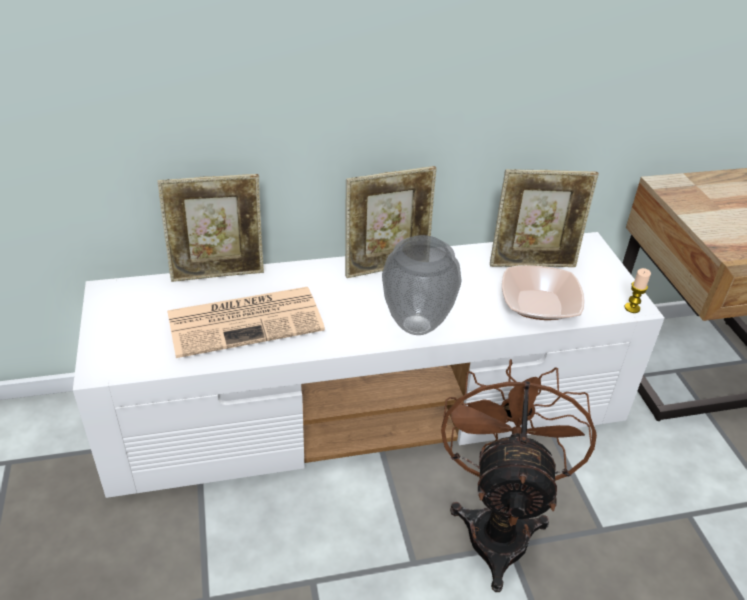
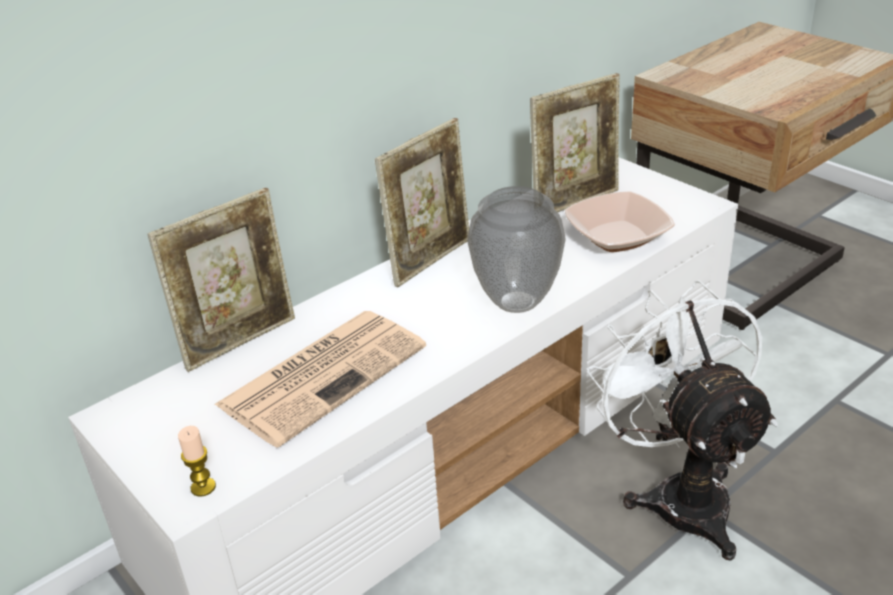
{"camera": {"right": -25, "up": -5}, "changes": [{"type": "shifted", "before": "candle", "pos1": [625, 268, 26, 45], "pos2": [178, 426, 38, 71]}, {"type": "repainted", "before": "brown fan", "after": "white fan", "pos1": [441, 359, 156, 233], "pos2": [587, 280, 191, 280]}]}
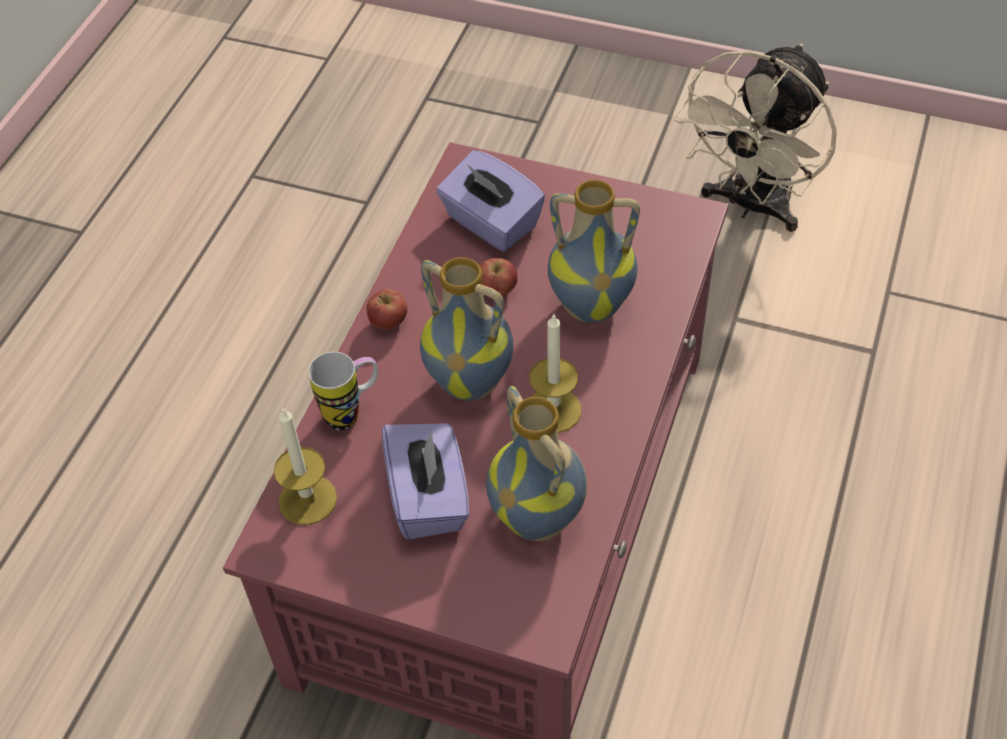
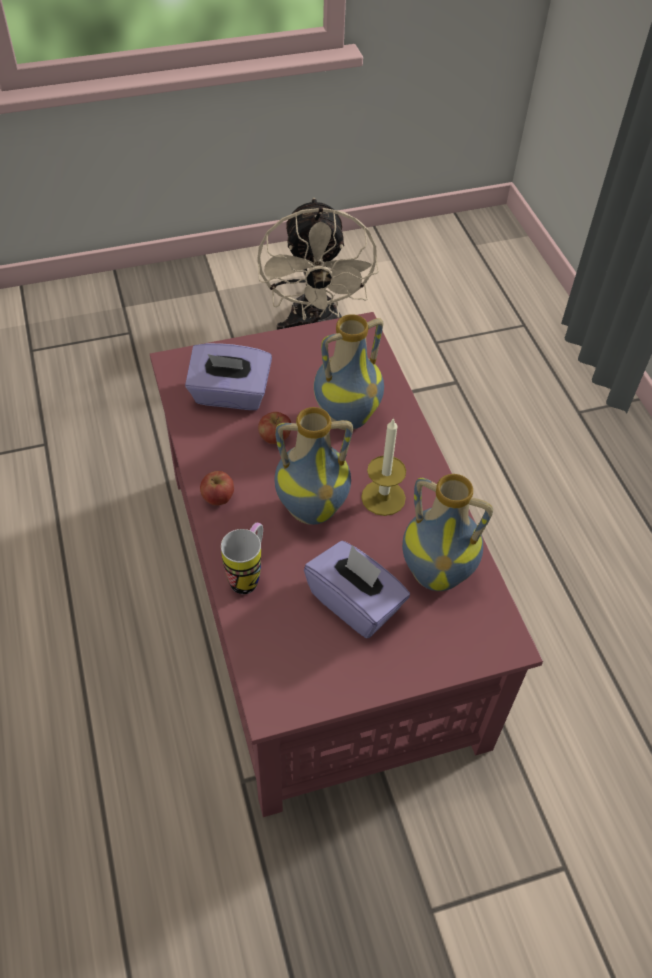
{"camera": {"right": -40, "up": 0}, "changes": [{"type": "gone", "before": "candle", "pos1": [274, 408, 63, 117]}]}
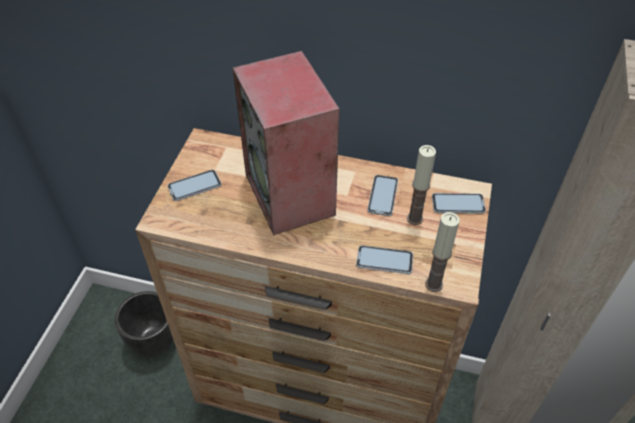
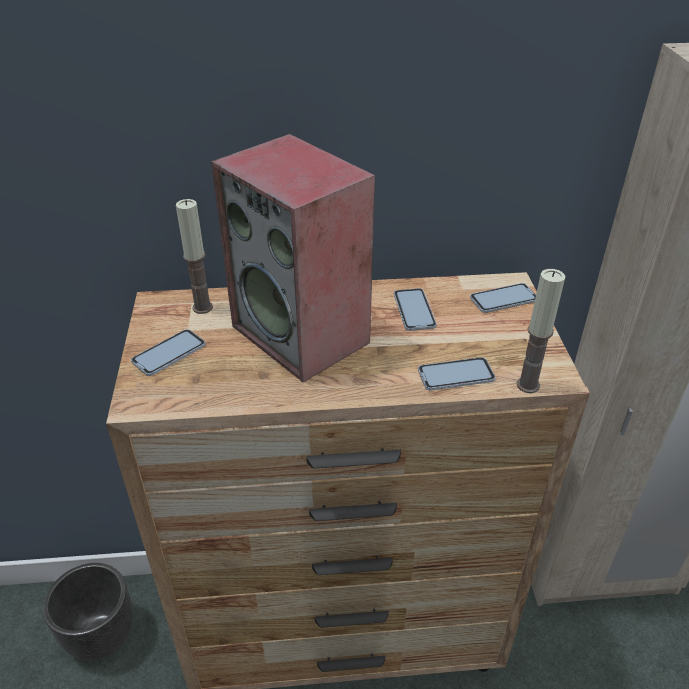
{"camera": {"right": -20, "up": -10}, "changes": [{"type": "shifted", "before": "candle", "pos1": [407, 145, 29, 80], "pos2": [176, 199, 37, 115]}]}
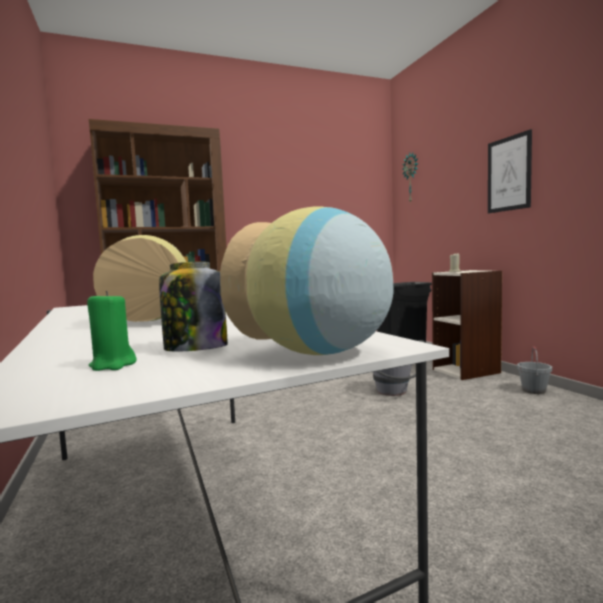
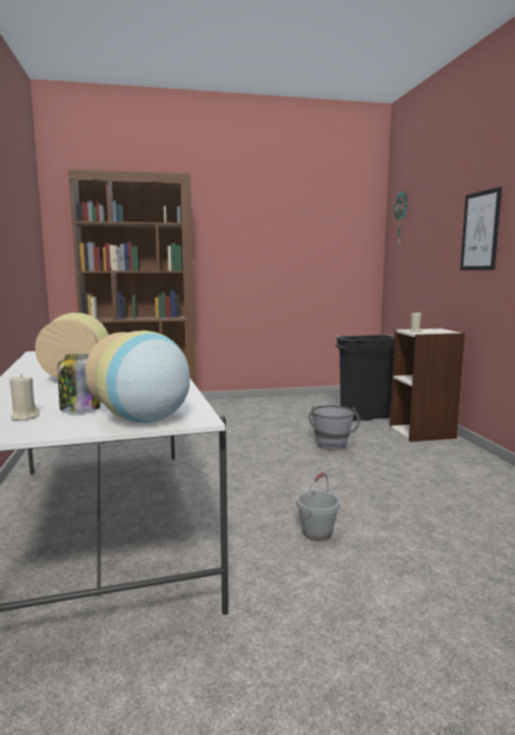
{"camera": {"right": 10, "up": 5}, "changes": [{"type": "repainted", "before": "green candle", "after": "beige candle", "pos1": [87, 291, 49, 80], "pos2": [10, 374, 29, 47]}, {"type": "shifted", "before": "grey bucket", "pos1": [517, 346, 35, 48], "pos2": [296, 472, 44, 69]}]}
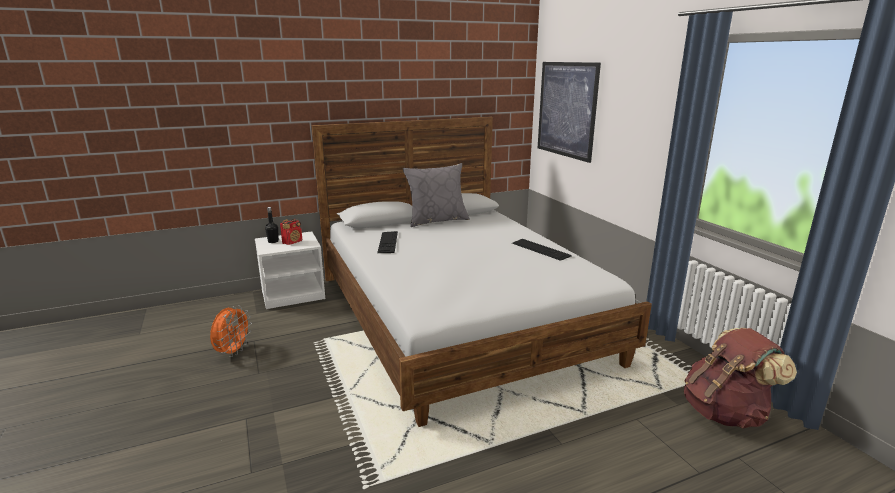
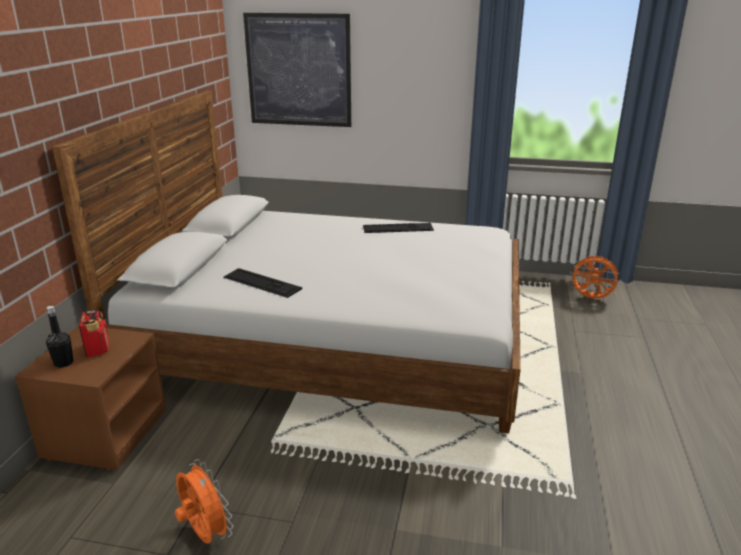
{"camera": {"right": -55, "up": 5}, "changes": [{"type": "gone", "before": "grey pillow", "pos1": [403, 163, 67, 64]}, {"type": "repainted", "before": "white nightstand", "after": "brown nightstand", "pos1": [255, 231, 70, 78], "pos2": [15, 326, 151, 145]}, {"type": "swapped", "before": "brown backpack", "after": "orange fan", "pos1": [684, 328, 113, 100], "pos2": [569, 256, 52, 46]}]}
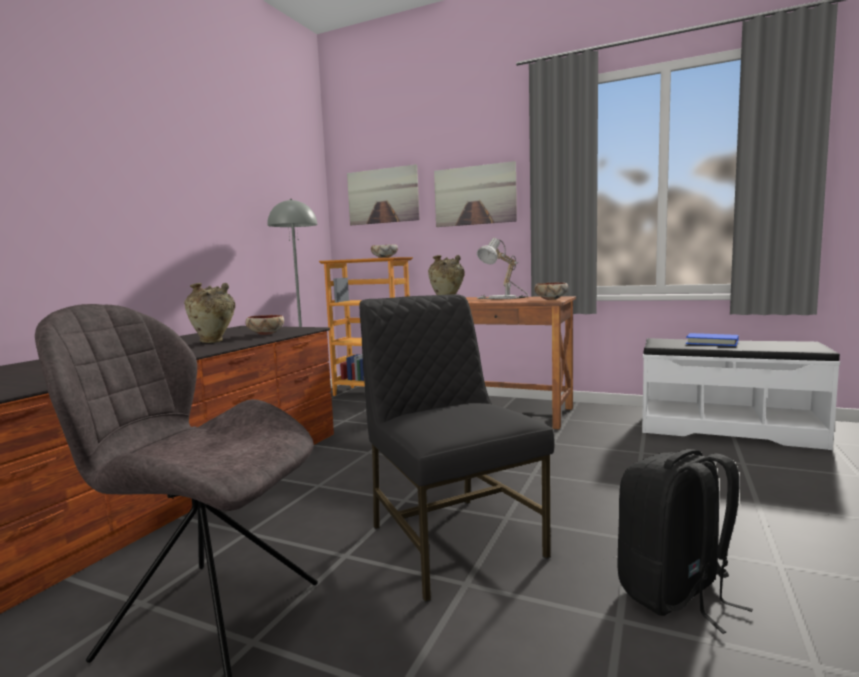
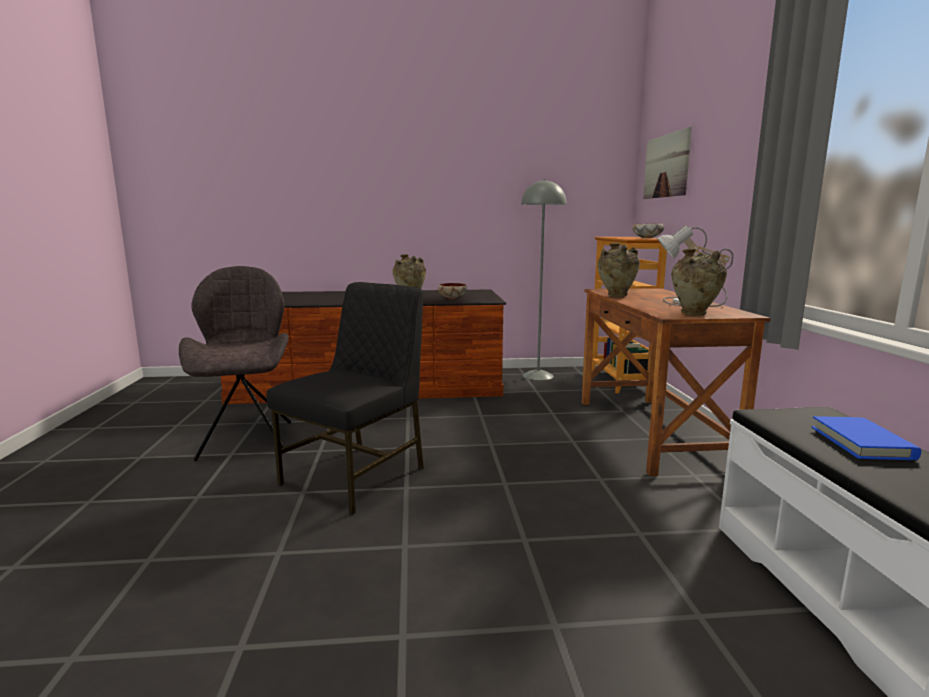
{"camera": {"right": 60, "up": 5}, "changes": [{"type": "gone", "before": "picture", "pos1": [434, 161, 83, 66]}, {"type": "swapped", "before": "bowl", "after": "beige vase", "pos1": [534, 283, 34, 17], "pos2": [671, 248, 56, 67]}, {"type": "gone", "before": "black backpack", "pos1": [618, 449, 135, 185]}]}
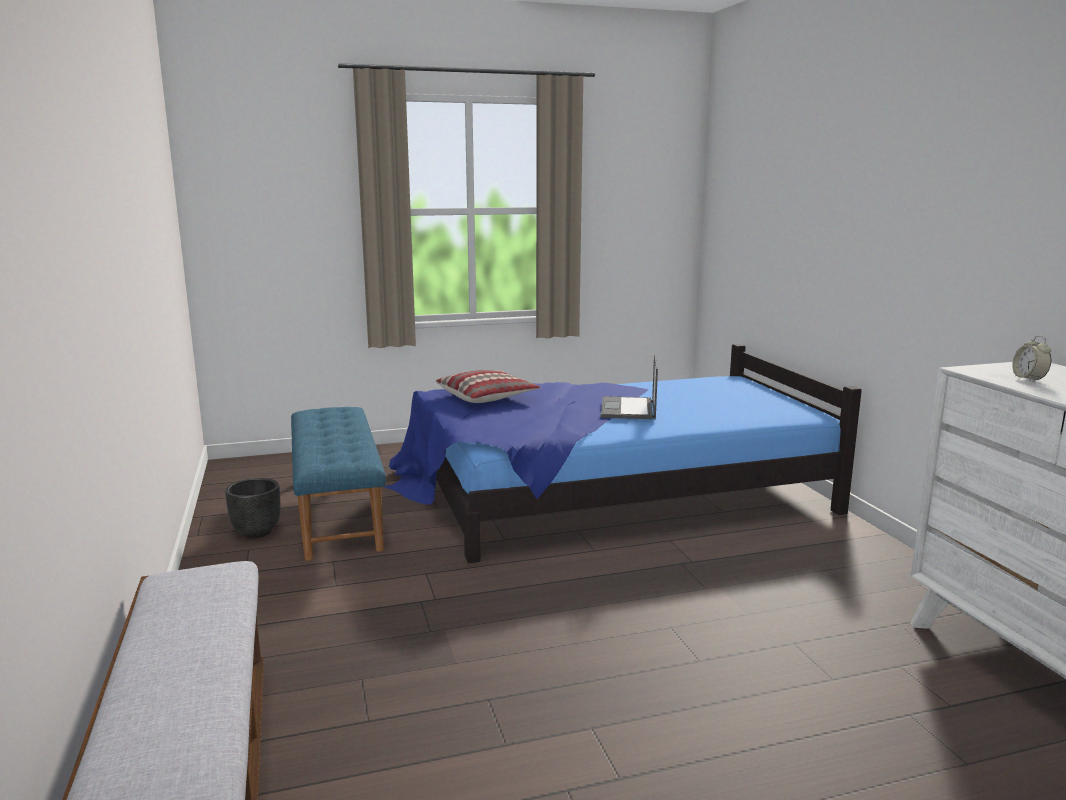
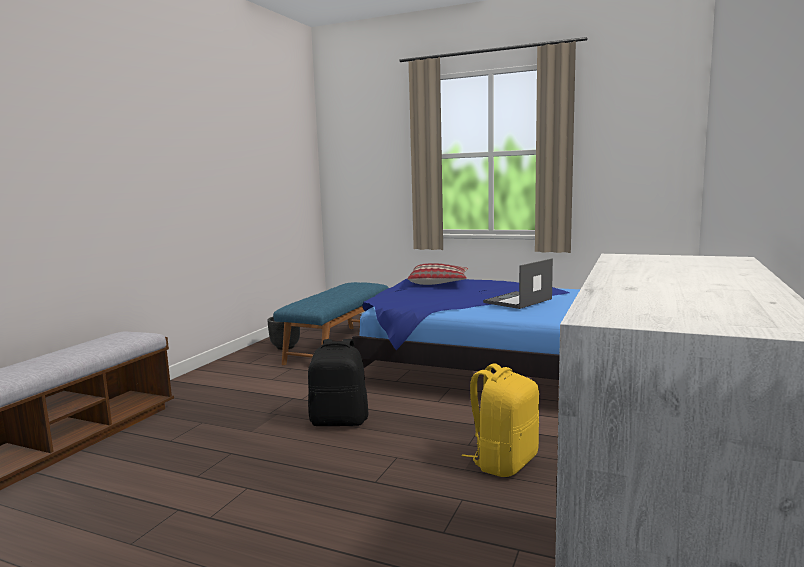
{"camera": {"right": 40, "up": -5}, "changes": [{"type": "gone", "before": "alarm clock", "pos1": [1012, 336, 39, 46]}, {"type": "new", "after": "black backpack", "pos2": [308, 339, 61, 87]}, {"type": "new", "after": "yellow backpack", "pos2": [462, 363, 77, 114]}]}
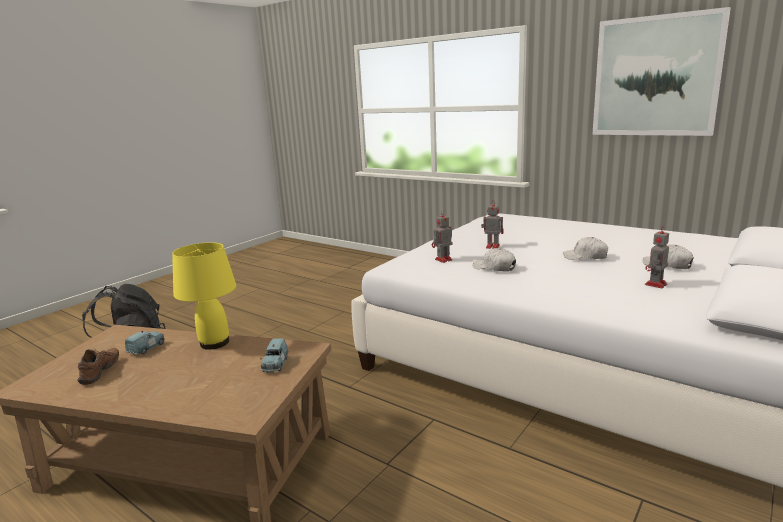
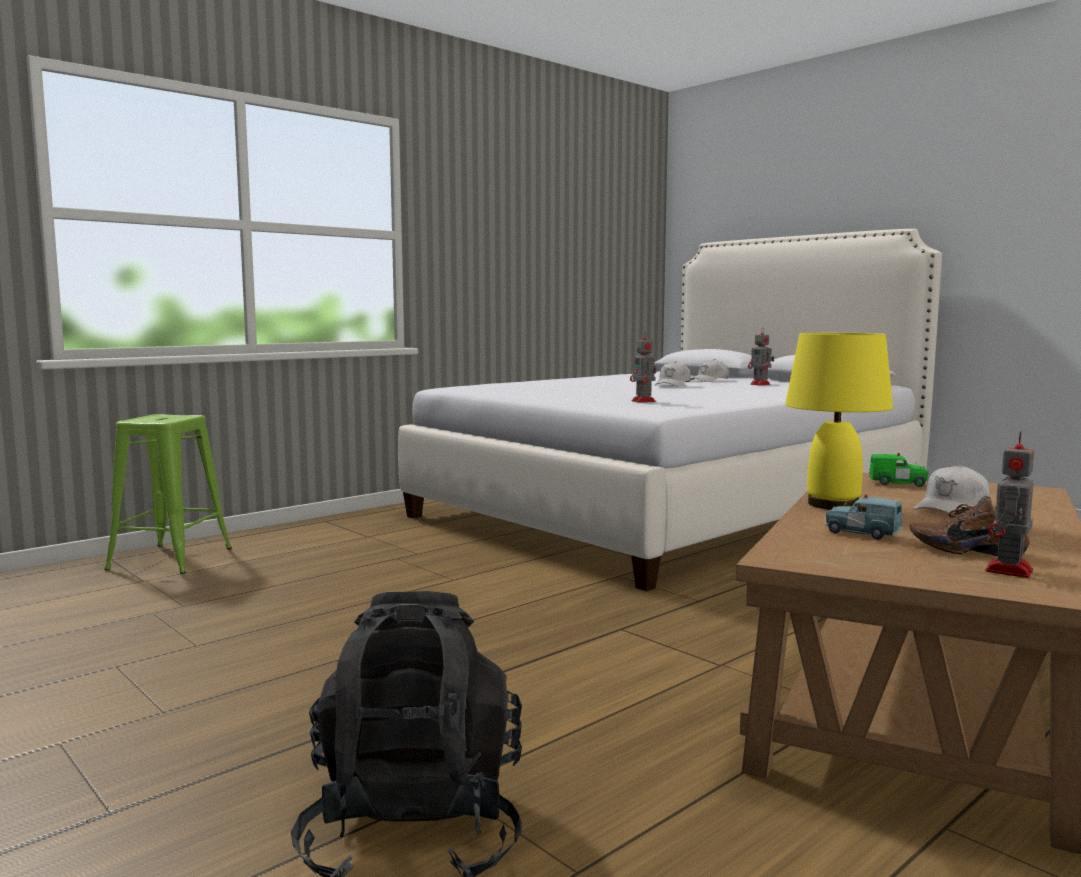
{"camera": {"right": -80, "up": -10}, "changes": [{"type": "gone", "before": "picture", "pos1": [592, 7, 139, 129]}, {"type": "shifted", "before": "toy robot", "pos1": [481, 201, 22, 48], "pos2": [985, 431, 49, 147]}, {"type": "shifted", "before": "white cap", "pos1": [473, 248, 43, 24], "pos2": [914, 465, 76, 49]}, {"type": "repainted", "before": "blue toy car", "after": "green toy car", "pos1": [260, 338, 29, 35], "pos2": [869, 453, 60, 34]}, {"type": "new", "after": "green stool", "pos2": [104, 414, 128, 160]}]}
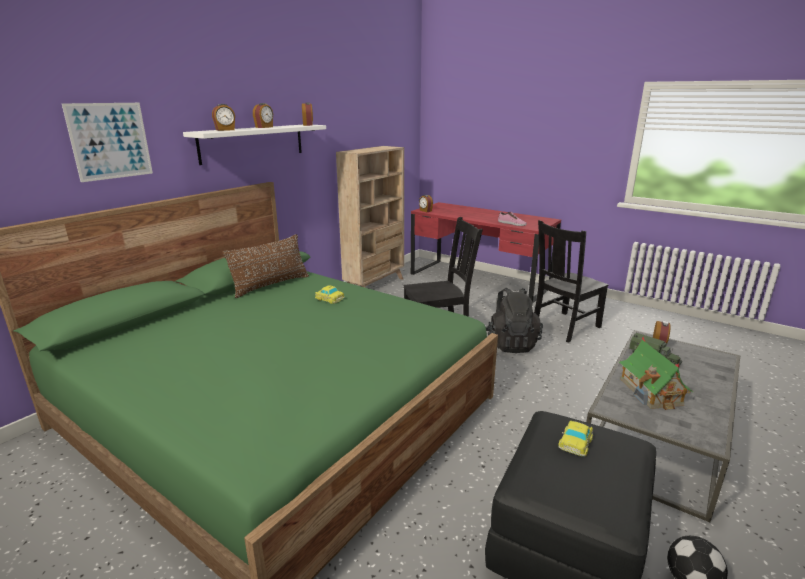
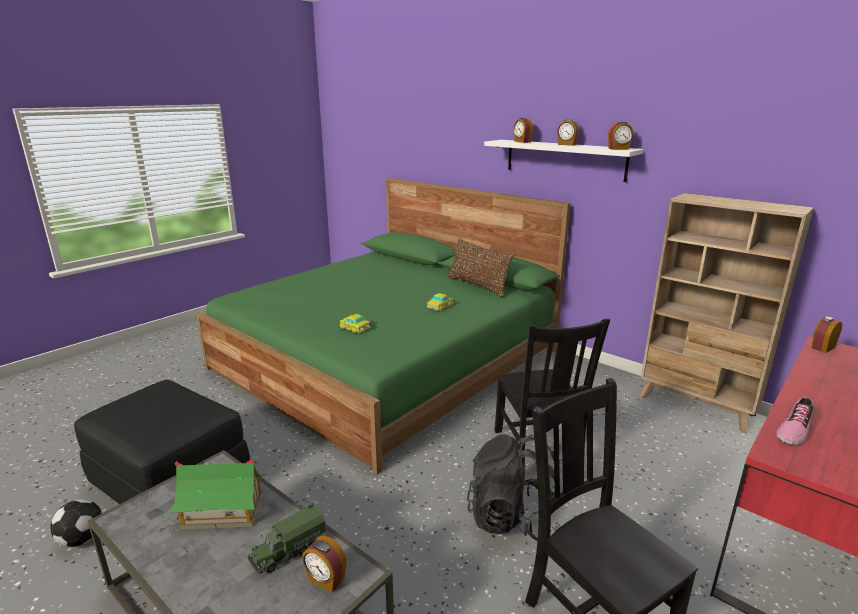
{"camera": {"right": 95, "up": 0}, "changes": [{"type": "gone", "before": "picture", "pos1": [62, 103, 91, 79]}, {"type": "shifted", "before": "toy car", "pos1": [558, 420, 35, 36], "pos2": [339, 314, 32, 19]}]}
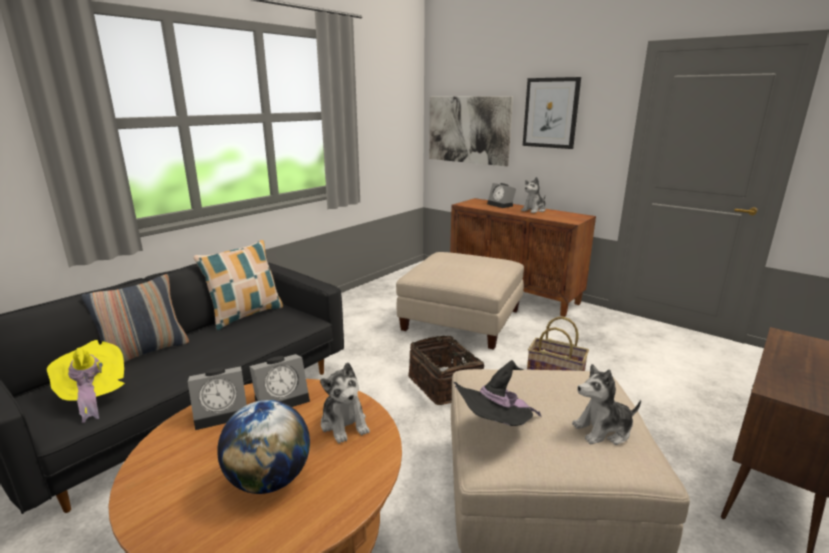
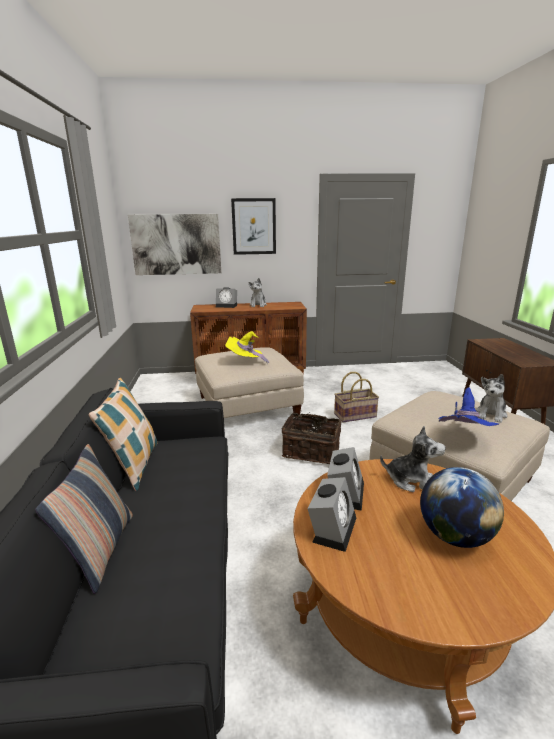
{"camera": {"right": -45, "up": 0}, "changes": [{"type": "shifted", "before": "yellow hat", "pos1": [47, 340, 78, 83], "pos2": [225, 331, 45, 33]}, {"type": "repainted", "before": "black hat", "after": "blue hat", "pos1": [453, 360, 88, 66], "pos2": [438, 387, 61, 39]}]}
